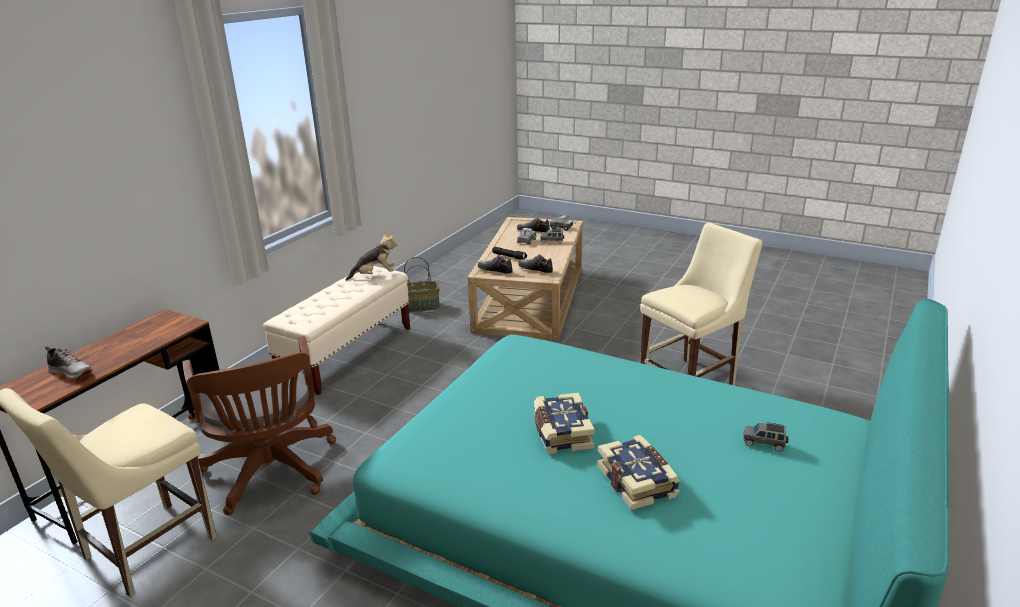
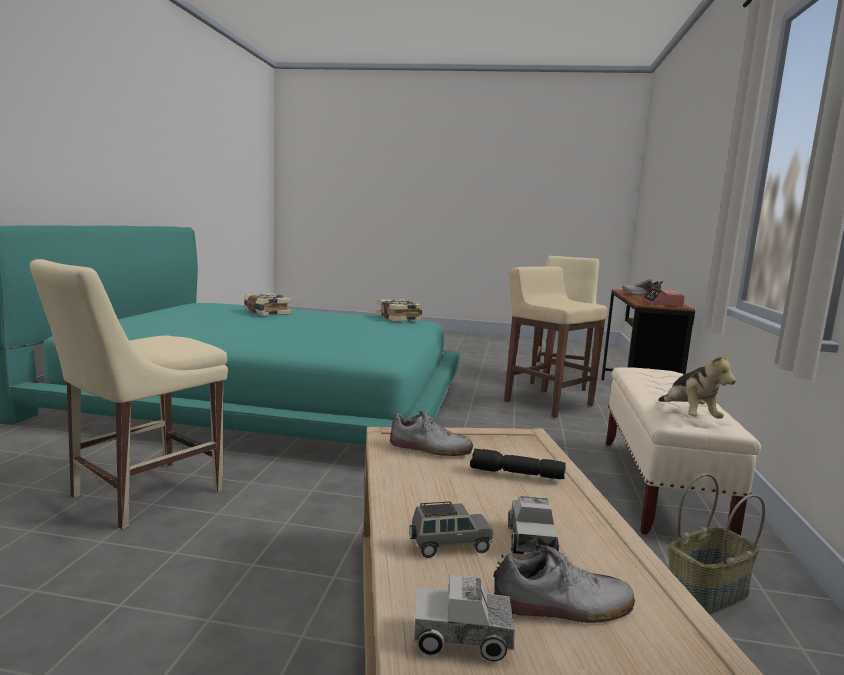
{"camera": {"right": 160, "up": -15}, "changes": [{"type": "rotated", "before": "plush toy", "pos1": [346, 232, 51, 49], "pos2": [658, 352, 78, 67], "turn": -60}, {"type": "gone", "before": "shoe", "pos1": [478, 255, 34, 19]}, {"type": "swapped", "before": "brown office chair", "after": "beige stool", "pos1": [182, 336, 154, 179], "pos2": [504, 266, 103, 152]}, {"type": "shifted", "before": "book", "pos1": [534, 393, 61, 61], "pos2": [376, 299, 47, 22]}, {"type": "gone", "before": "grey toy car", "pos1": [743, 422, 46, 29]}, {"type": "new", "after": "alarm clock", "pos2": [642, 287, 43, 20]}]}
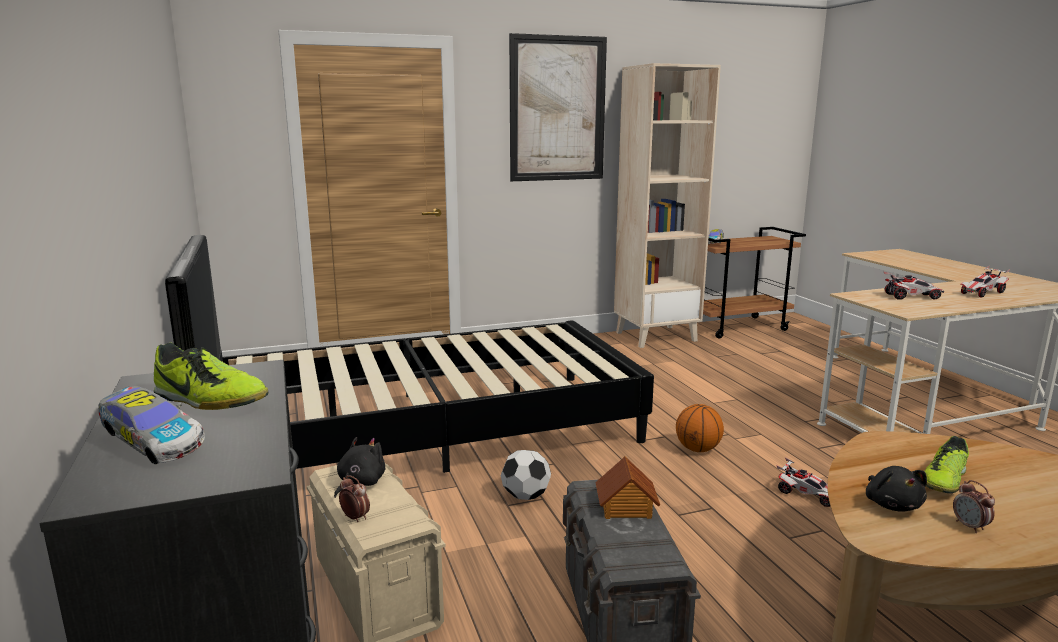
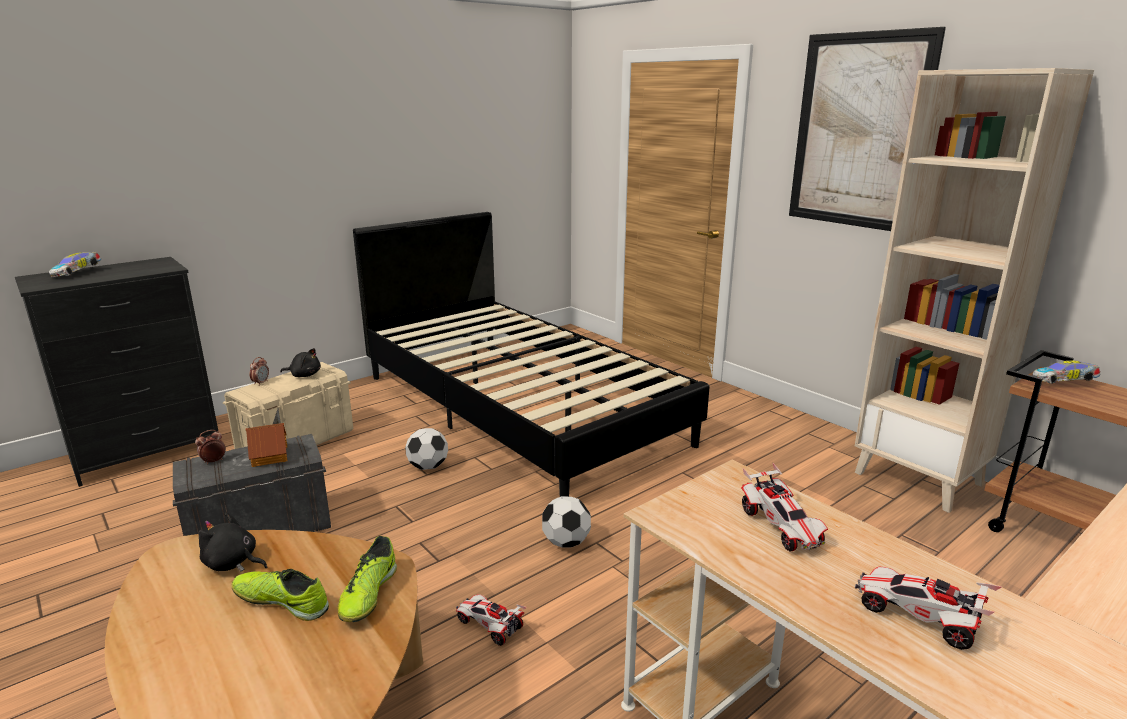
{"camera": {"right": 70, "up": 5}, "changes": [{"type": "shifted", "before": "shoe", "pos1": [154, 343, 115, 67], "pos2": [338, 536, 59, 86]}, {"type": "swapped", "before": "basketball", "after": "football", "pos1": [676, 404, 48, 48], "pos2": [542, 496, 49, 52]}, {"type": "rotated", "before": "toy car", "pos1": [776, 458, 54, 49], "pos2": [456, 594, 70, 52], "turn": 105}, {"type": "rotated", "before": "black plush toy", "pos1": [866, 466, 61, 46], "pos2": [199, 512, 68, 60], "turn": 45}, {"type": "shifted", "before": "alarm clock", "pos1": [953, 480, 42, 53], "pos2": [195, 430, 31, 34]}]}
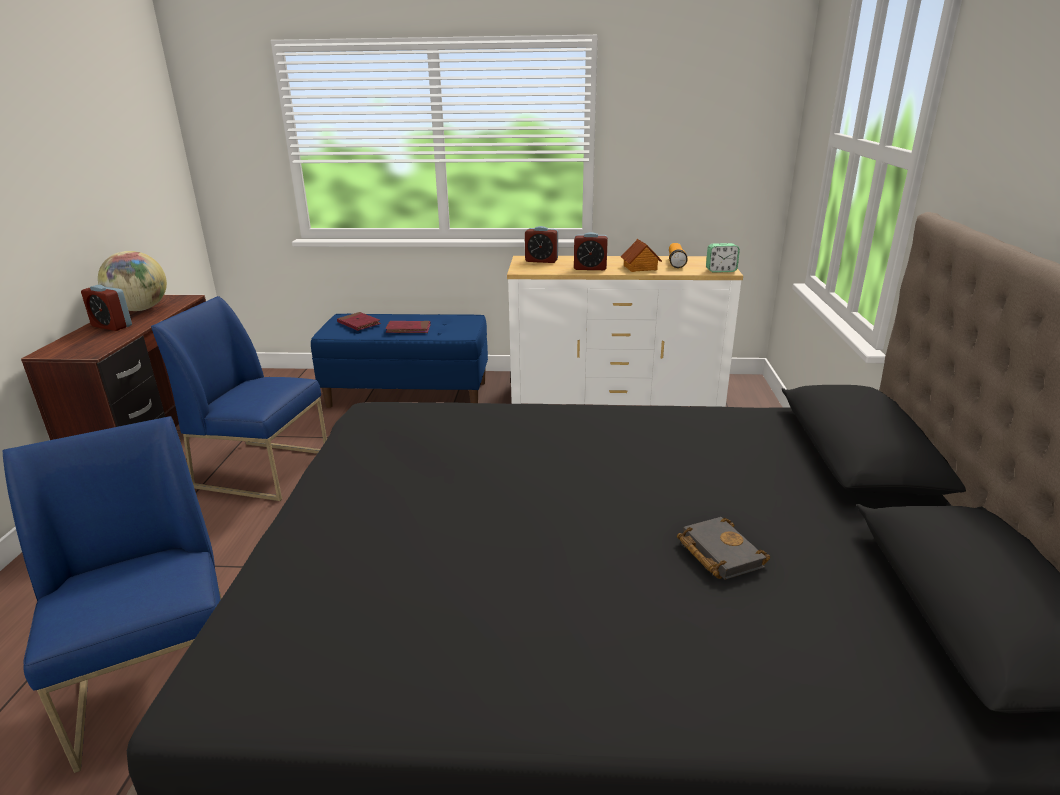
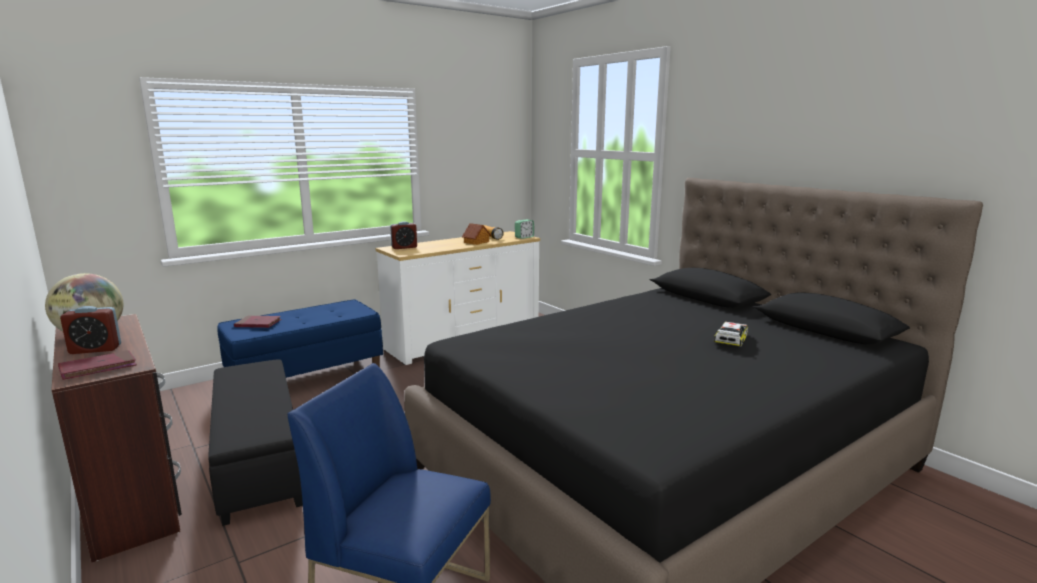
{"camera": {"right": -40, "up": -10}, "changes": [{"type": "gone", "before": "alarm clock", "pos1": [574, 232, 34, 38]}, {"type": "swapped", "before": "blue chair", "after": "black ottoman", "pos1": [151, 296, 176, 205], "pos2": [208, 360, 95, 166]}, {"type": "shifted", "before": "red book", "pos1": [385, 321, 46, 12], "pos2": [58, 350, 79, 30]}, {"type": "swapped", "before": "black book", "after": "toy car", "pos1": [677, 517, 93, 63], "pos2": [714, 322, 34, 25]}]}
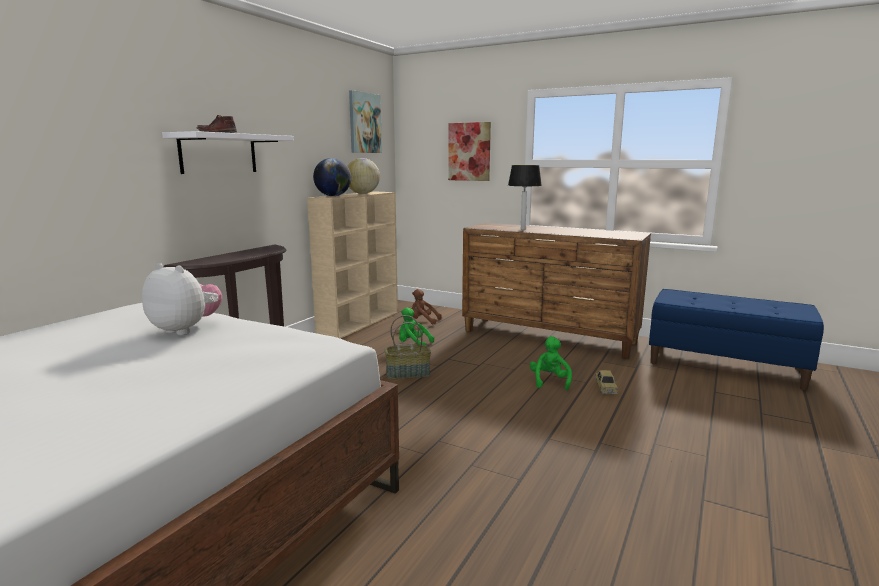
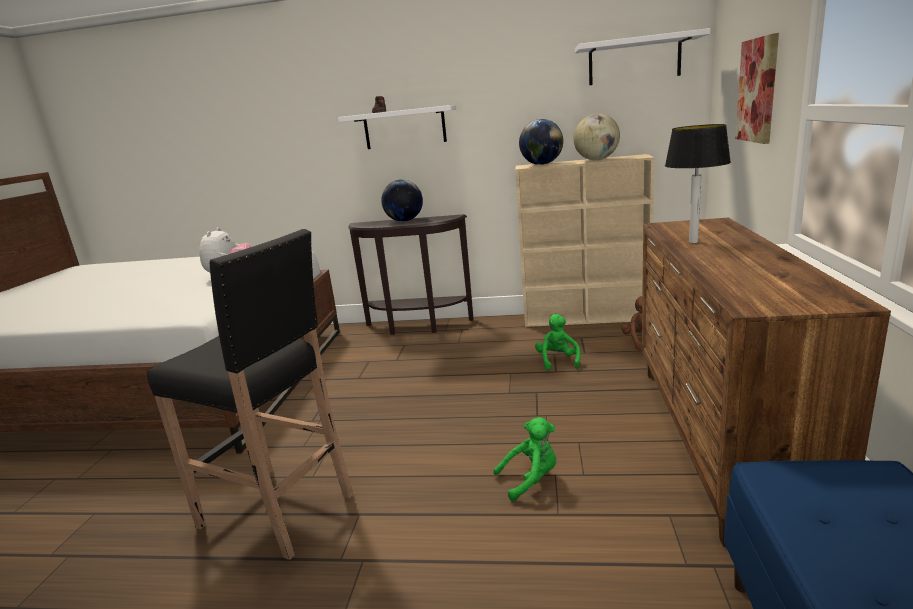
{"camera": {"right": 70, "up": 5}, "changes": [{"type": "swapped", "before": "picture", "after": "white shelf", "pos1": [349, 90, 33, 63], "pos2": [575, 28, 135, 57]}, {"type": "gone", "before": "basket", "pos1": [385, 315, 46, 64]}, {"type": "gone", "before": "toy car", "pos1": [595, 370, 23, 24]}, {"type": "new", "after": "globe", "pos2": [381, 180, 42, 42]}, {"type": "new", "after": "black stool", "pos2": [147, 229, 206, 331]}]}
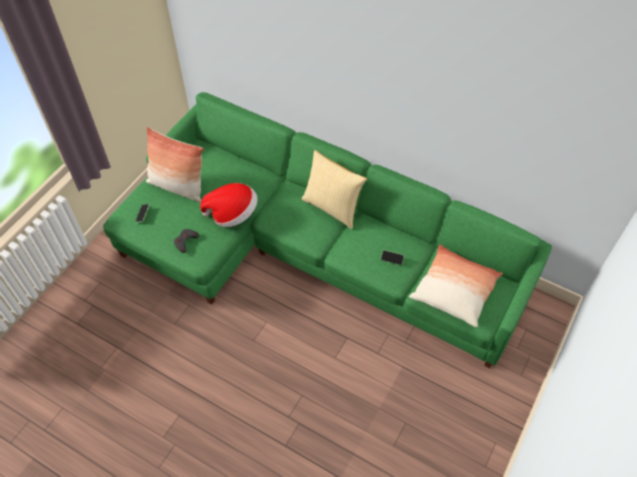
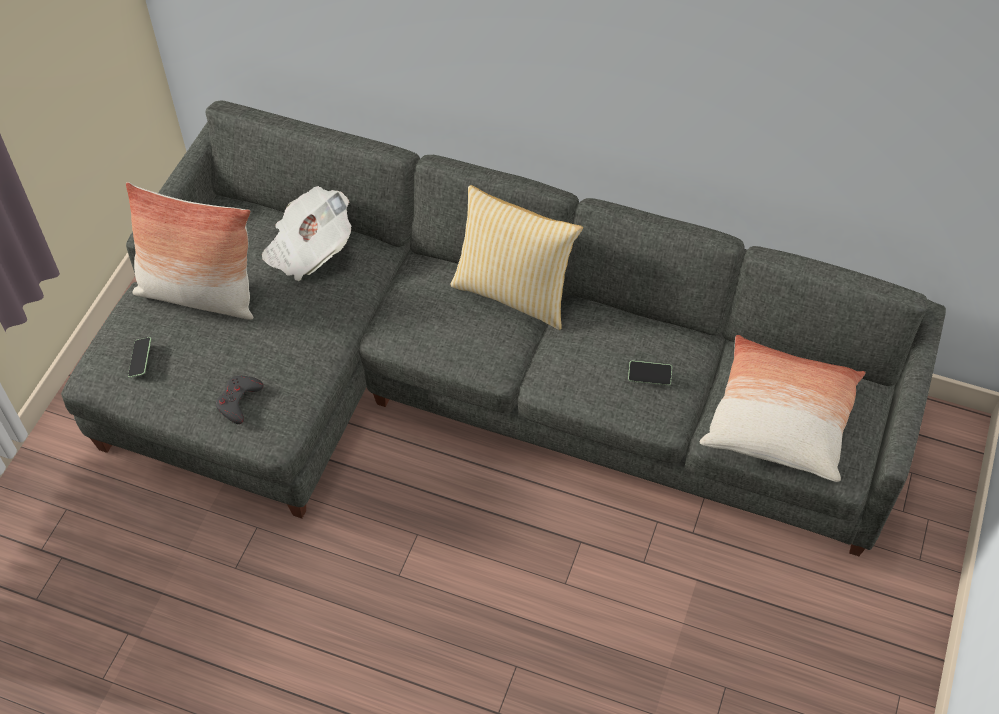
{"camera": {"right": -10, "up": 0}, "changes": [{"type": "repainted", "before": "green sofa", "after": "grey sofa", "pos1": [103, 92, 449, 276], "pos2": [61, 101, 885, 455]}, {"type": "gone", "before": "hat", "pos1": [200, 183, 58, 44]}, {"type": "new", "after": "newspaper", "pos2": [262, 186, 89, 95]}]}
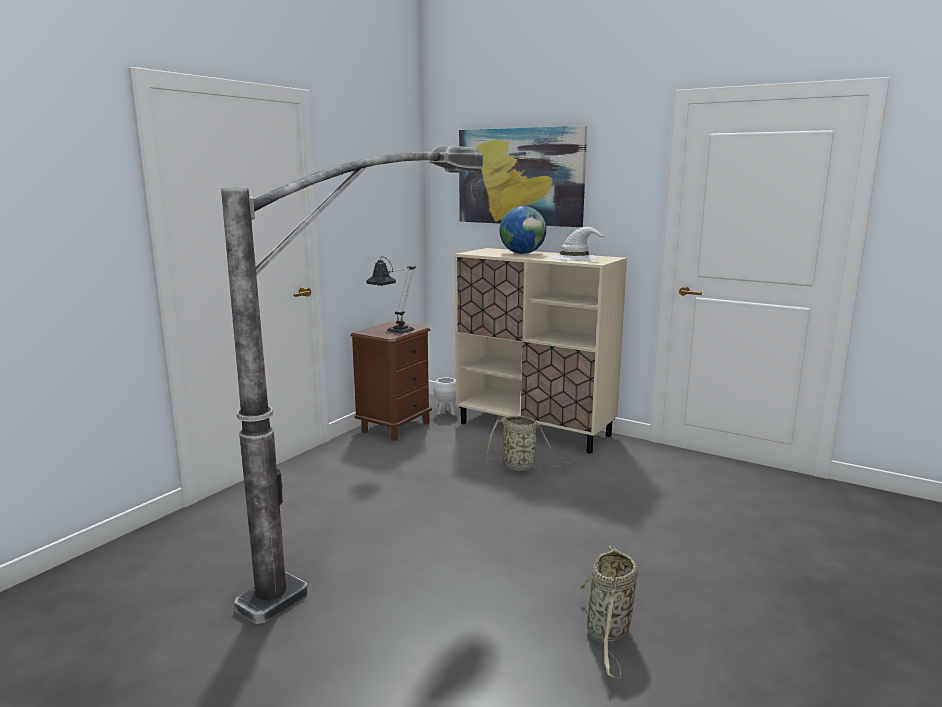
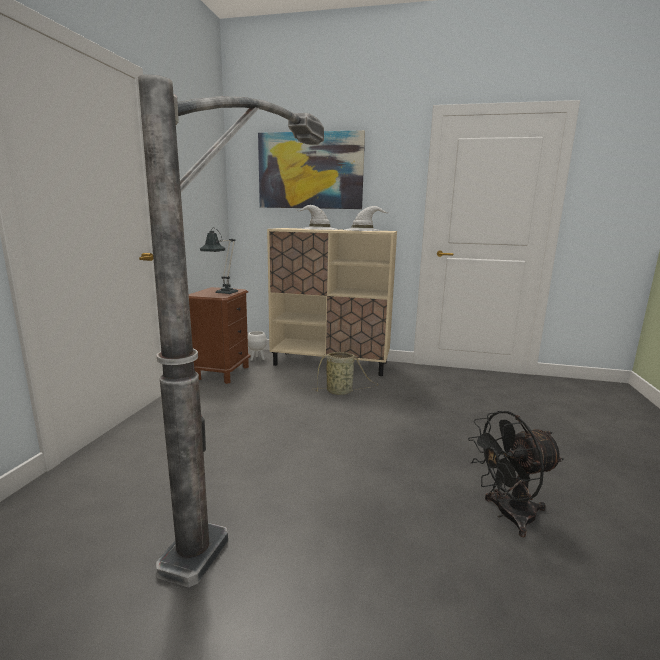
{"camera": {"right": -20, "up": 0}, "changes": [{"type": "swapped", "before": "globe", "after": "white hat", "pos1": [500, 206, 46, 48], "pos2": [297, 205, 41, 25]}, {"type": "swapped", "before": "basket", "after": "black fan", "pos1": [577, 545, 60, 134], "pos2": [468, 411, 96, 127]}]}
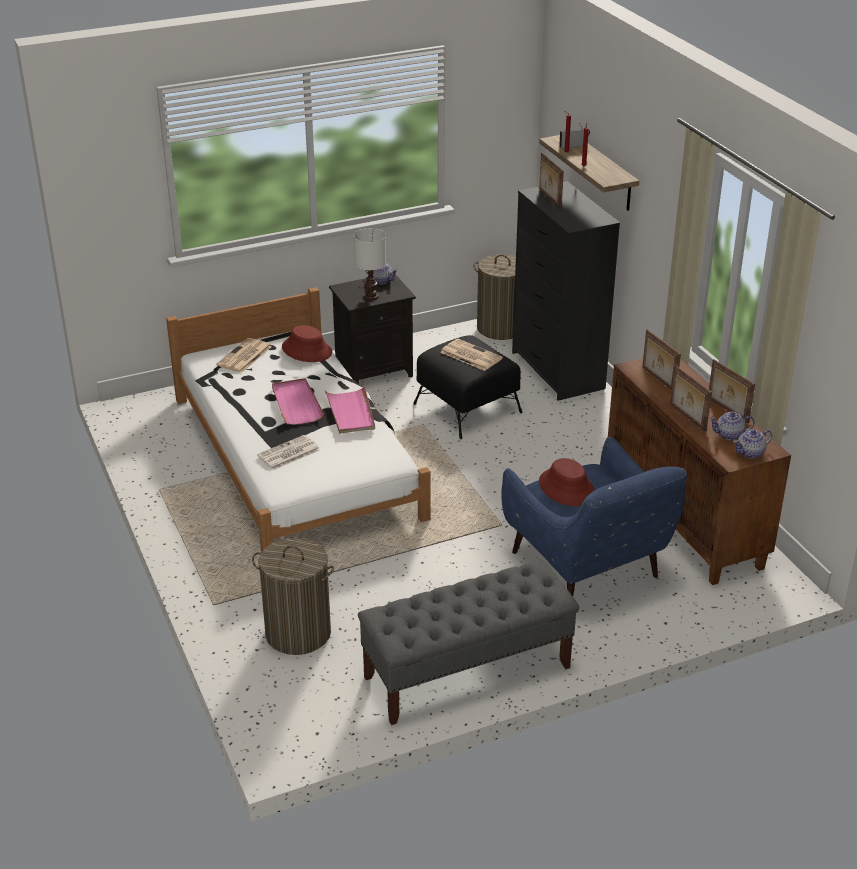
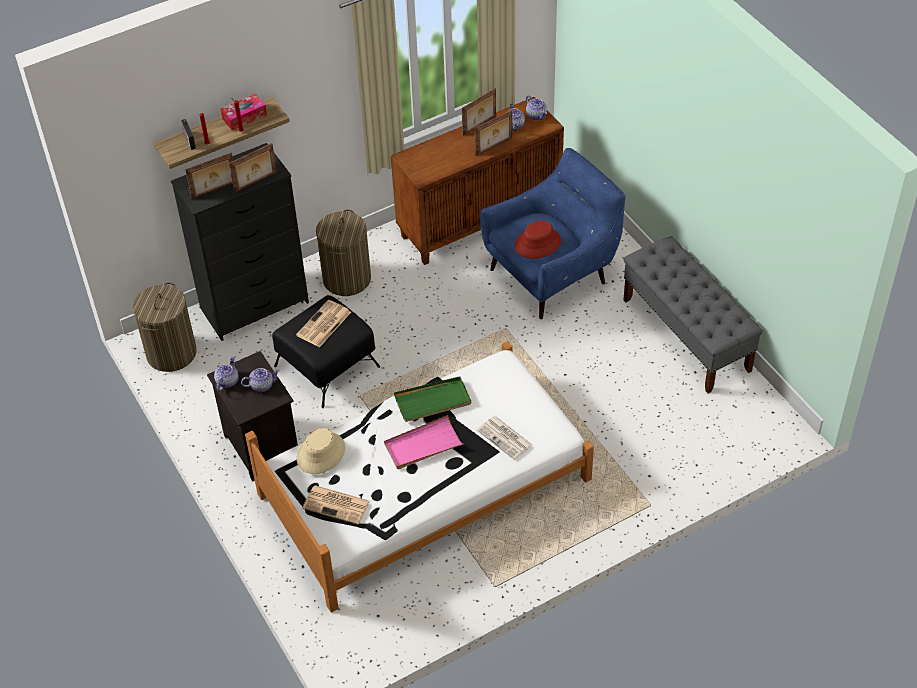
{"camera": {"right": -95, "up": 15}, "changes": [{"type": "swapped", "before": "white table lamp", "after": "teapot", "pos1": [354, 228, 32, 72], "pos2": [241, 368, 39, 24]}, {"type": "repainted", "before": "red hat", "after": "beige hat", "pos1": [282, 325, 50, 37], "pos2": [297, 428, 48, 46]}, {"type": "shifted", "before": "picture frame", "pos1": [642, 329, 39, 61], "pos2": [229, 143, 48, 50]}, {"type": "repainted", "before": "pink tray", "after": "green tray", "pos1": [325, 385, 50, 49], "pos2": [394, 376, 77, 46]}, {"type": "shifted", "before": "laundry basket", "pos1": [252, 537, 82, 118], "pos2": [316, 209, 55, 87]}, {"type": "new", "after": "tissue box", "pos2": [220, 94, 47, 36]}]}
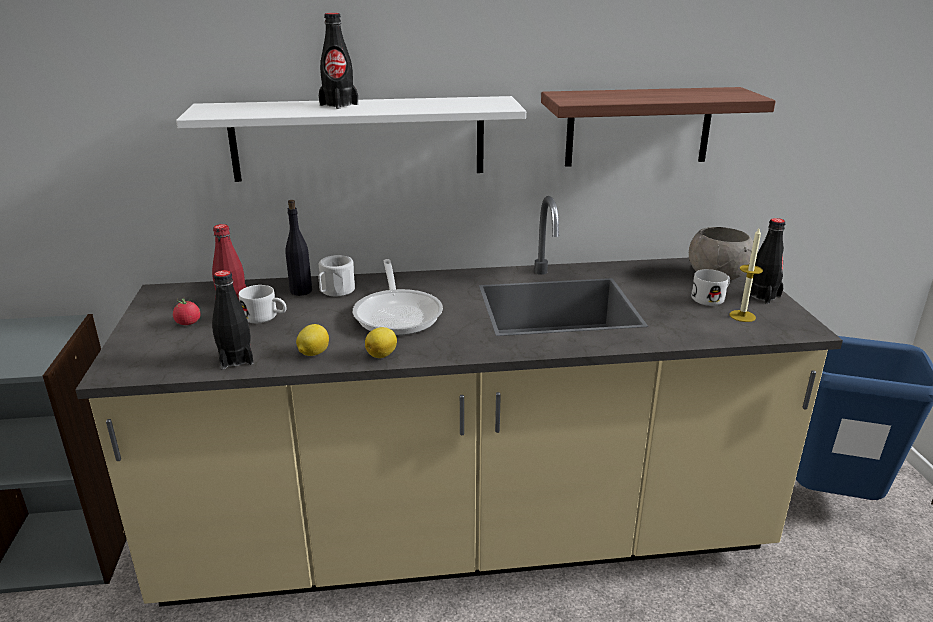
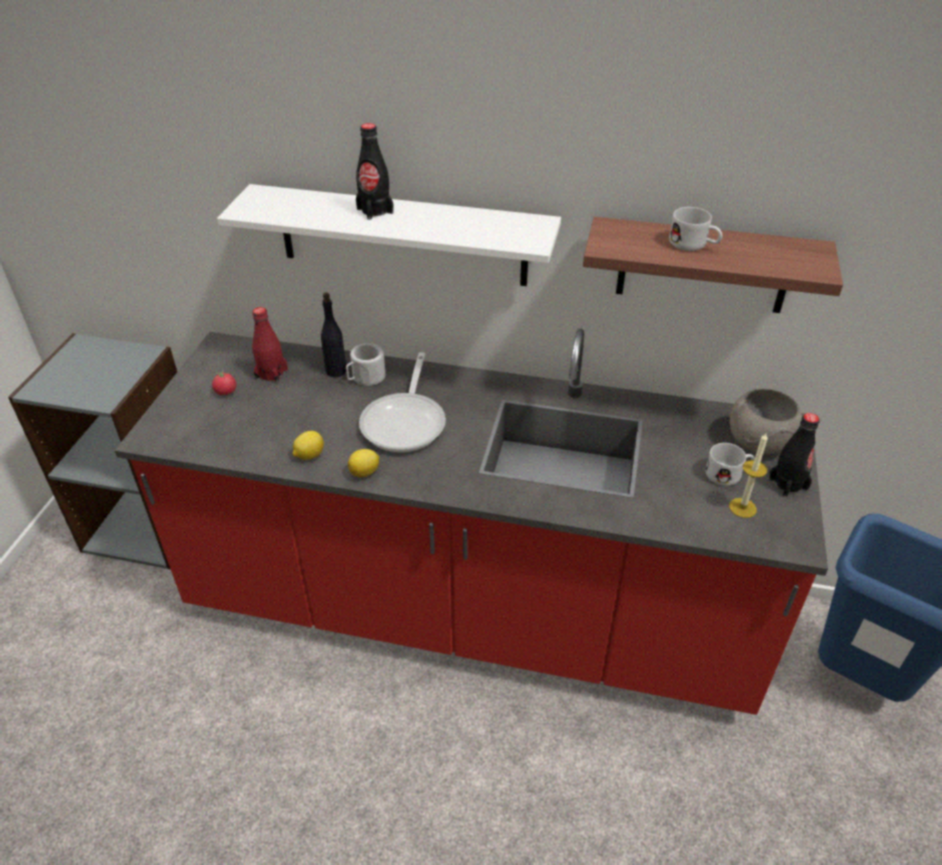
{"camera": {"right": 20, "up": 15}, "changes": [{"type": "repainted", "before": "beige counter", "after": "red counter", "pos1": [75, 196, 768, 411], "pos2": [115, 329, 713, 386]}, {"type": "gone", "before": "black bottle", "pos1": [212, 270, 42, 100]}, {"type": "shifted", "before": "white mug", "pos1": [239, 285, 47, 38], "pos2": [669, 207, 53, 44]}]}
